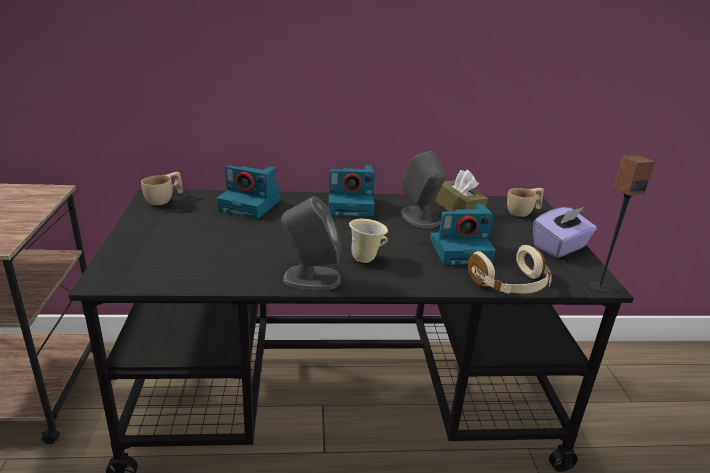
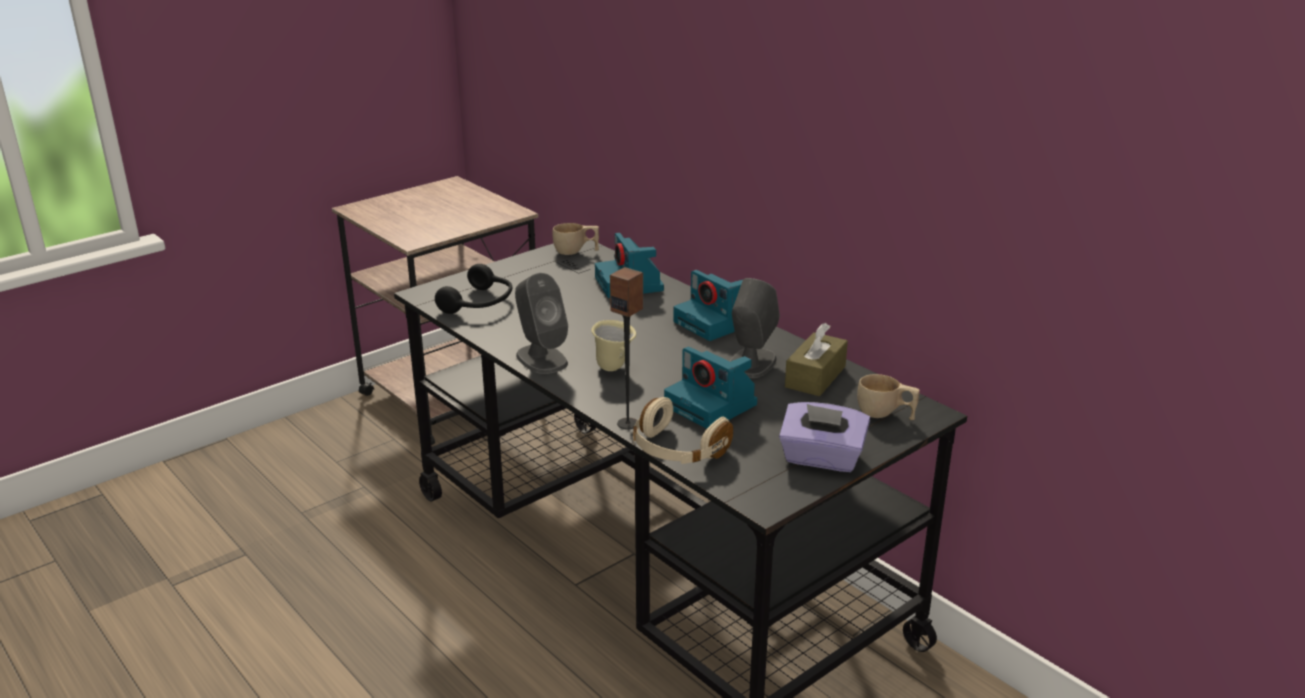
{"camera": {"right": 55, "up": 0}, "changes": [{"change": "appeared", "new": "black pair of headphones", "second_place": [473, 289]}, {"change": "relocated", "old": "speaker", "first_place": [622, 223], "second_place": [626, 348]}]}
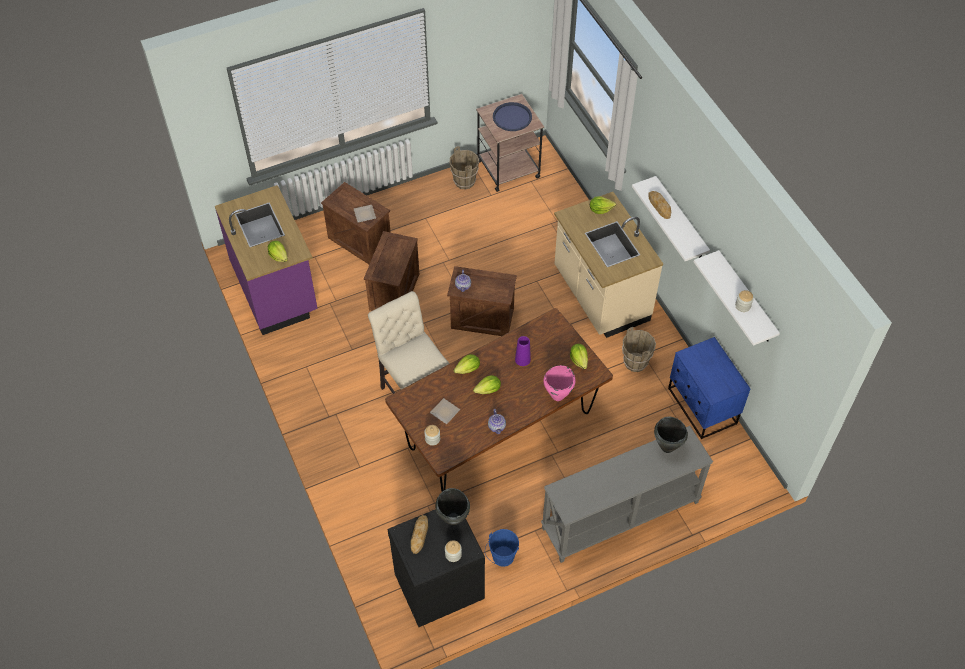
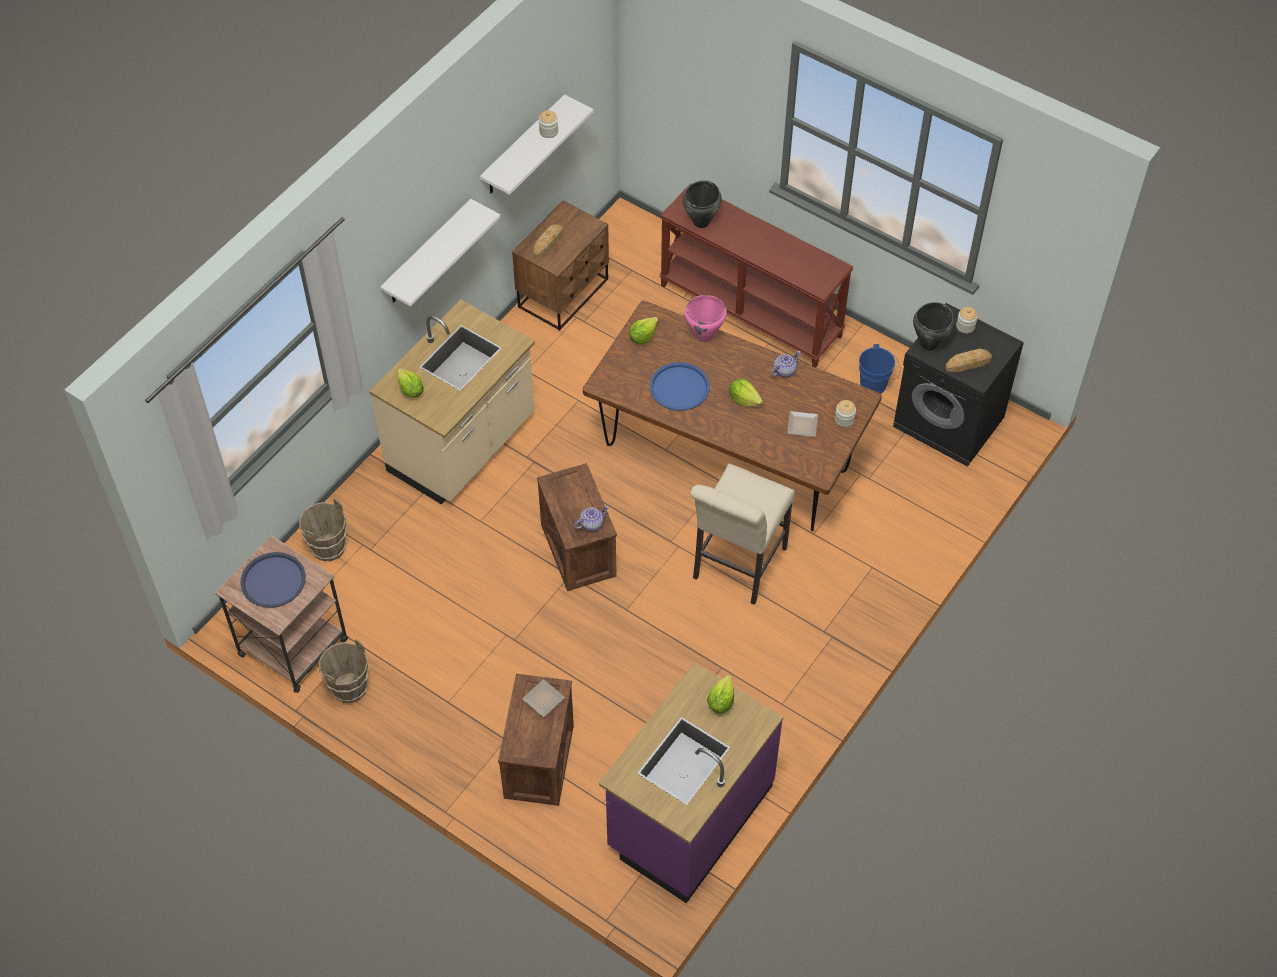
{"camera": {"right": -120, "up": 0}, "changes": [{"change": "missing", "old": "crate", "first_place": [391, 271]}, {"change": "missing", "old": "lettuce", "first_place": [466, 364]}, {"change": "relocated", "old": "brown water bucket", "first_place": [639, 349], "second_place": [323, 530]}, {"change": "relocated", "old": "baked bread", "first_place": [659, 205], "second_place": [548, 241]}, {"change": "exchanged", "old": "purple-coloured decorative vase", "new": "bluish serving tray", "first_place": [523, 351], "second_place": [680, 386]}, {"change": "colour", "old": "grey narrow table", "new": "brown narrow table", "first_place": [627, 494], "second_place": [756, 275]}, {"change": "colour", "old": "bluish nightstand", "new": "brown nightstand", "first_place": [709, 388], "second_place": [560, 265]}]}
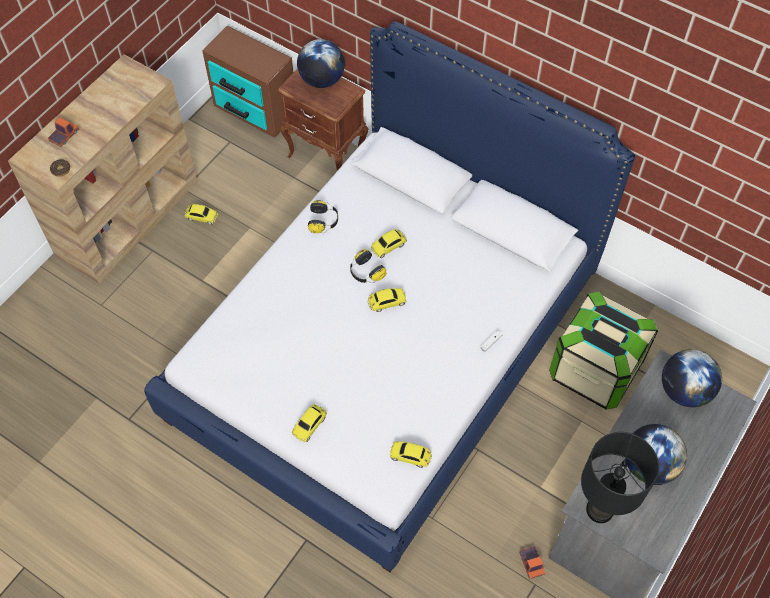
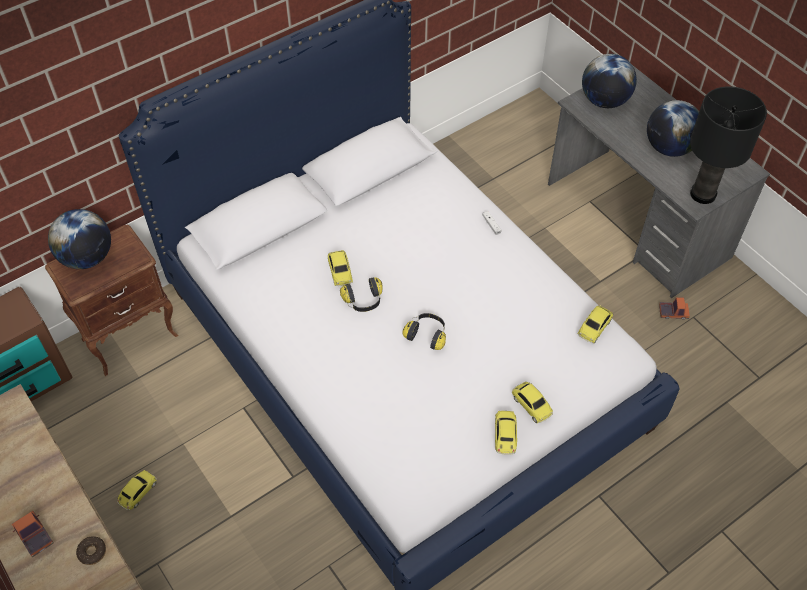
{"camera": {"right": -70, "up": -5}, "changes": [{"change": "missing", "old": "storage bin", "first_place": [603, 351]}, {"change": "relocated", "old": "pair of headphones", "first_place": [323, 216], "second_place": [424, 331]}, {"change": "relocated", "old": "model car", "first_place": [387, 300], "second_place": [506, 433]}]}
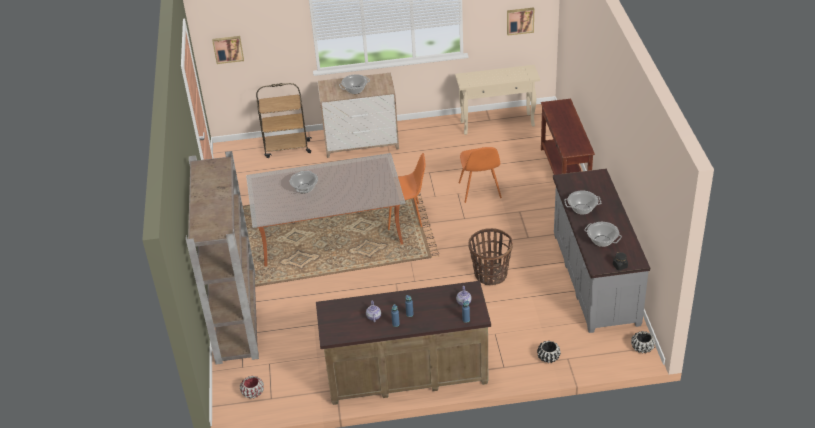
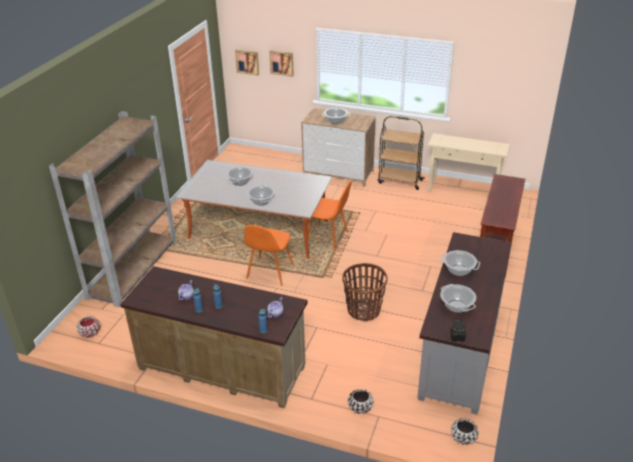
{"camera": {"right": 25, "up": -5}, "changes": [{"change": "appeared", "new": "saucepot", "second_place": [261, 195]}, {"change": "relocated", "old": "brown wheeled cart", "first_place": [283, 120], "second_place": [401, 153]}, {"change": "relocated", "old": "orange-coloured chair", "first_place": [480, 175], "second_place": [269, 255]}, {"change": "relocated", "old": "wall picture", "first_place": [520, 21], "second_place": [281, 63]}]}
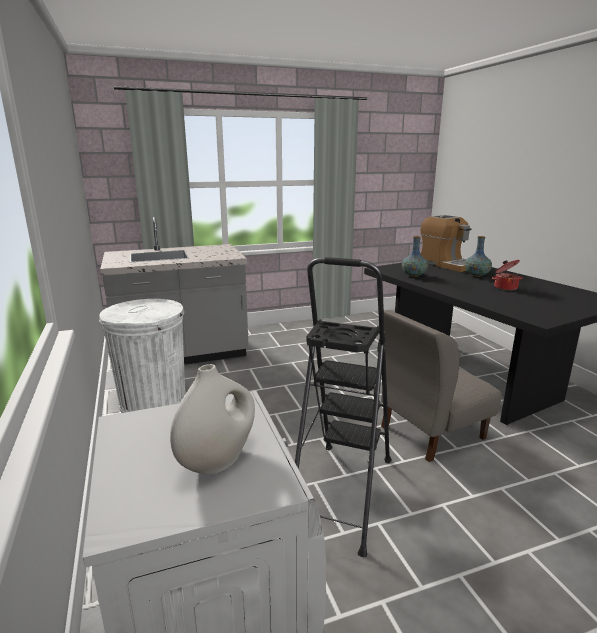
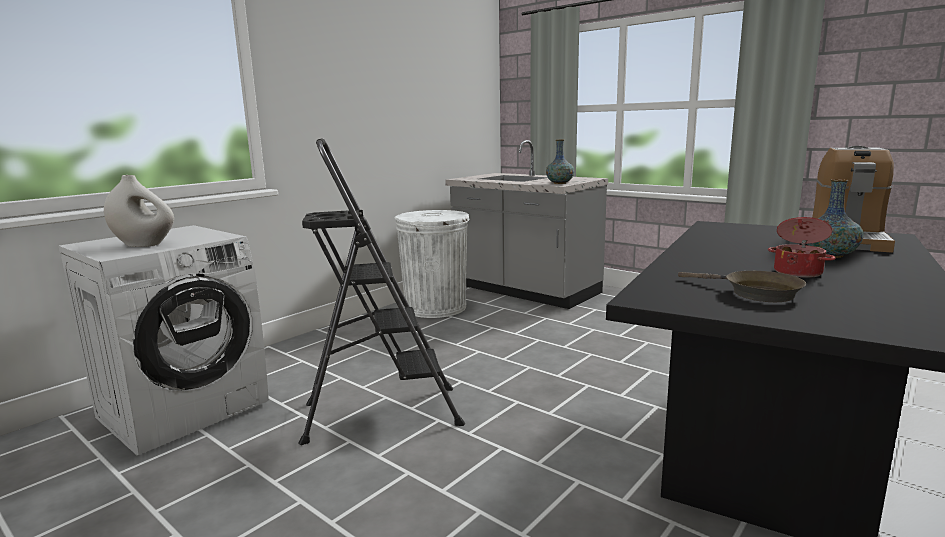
{"camera": {"right": 60, "up": -5}, "changes": [{"change": "missing", "old": "grey chair", "first_place": [441, 386]}, {"change": "appeared", "new": "brown skillet", "second_place": [742, 286]}, {"change": "relocated", "old": "decorative vase", "first_place": [415, 256], "second_place": [560, 162]}]}
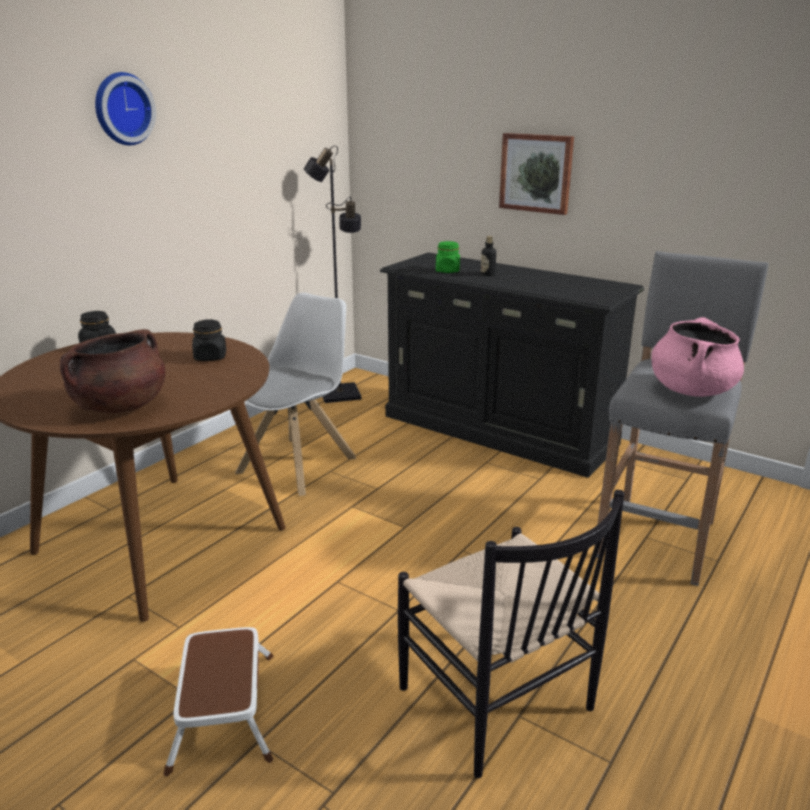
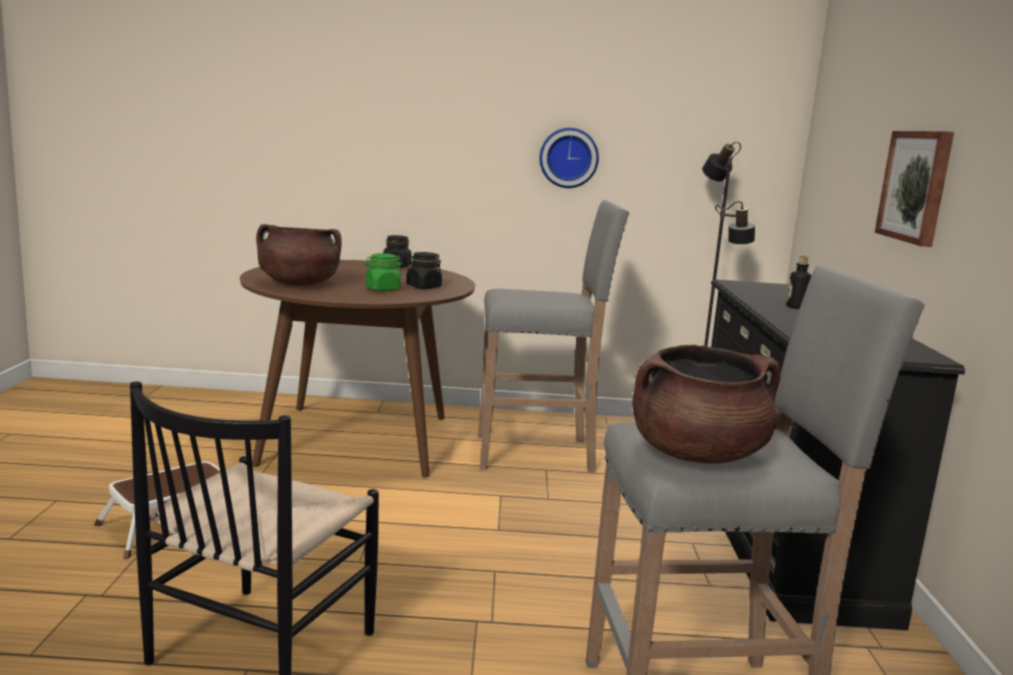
{"camera": {"right": 55, "up": -10}, "changes": [{"change": "relocated", "old": "wall clock", "first_place": [125, 108], "second_place": [569, 158]}, {"change": "relocated", "old": "greenish preserve jar", "first_place": [448, 257], "second_place": [383, 272]}, {"change": "exchanged", "old": "chair", "new": "grey stool seat", "first_place": [295, 394], "second_place": [553, 336]}, {"change": "colour", "old": "pink-coloured saucepot", "new": "brown saucepot", "first_place": [697, 357], "second_place": [706, 404]}]}
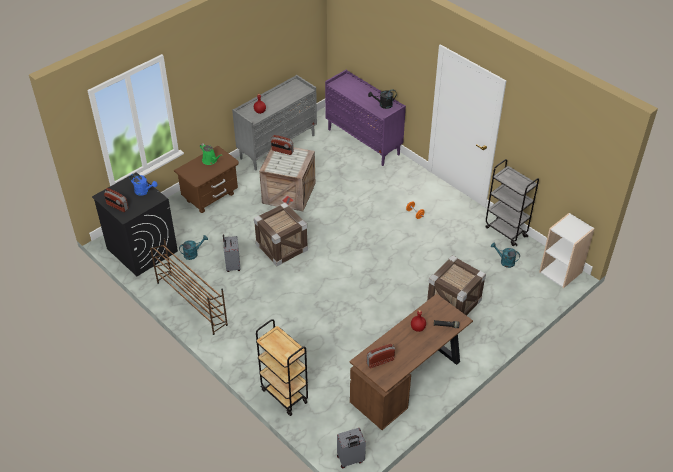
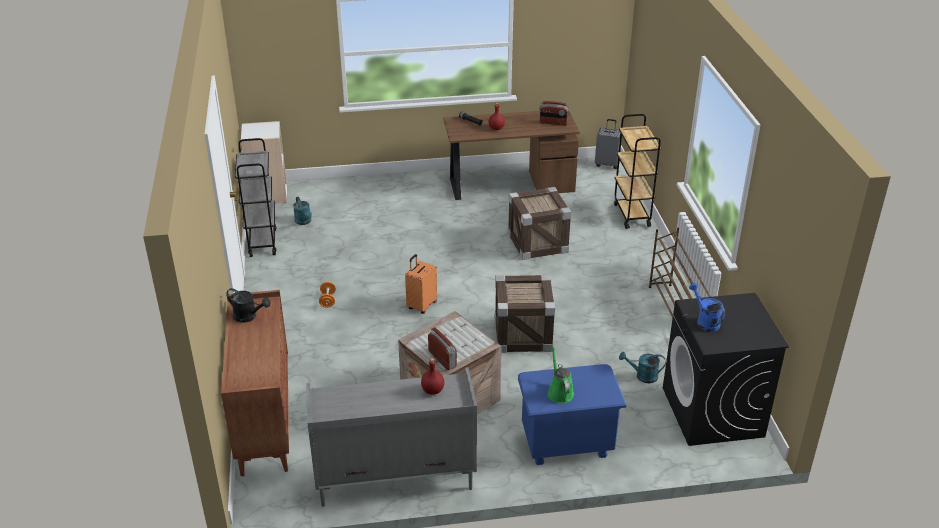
{"camera": {"right": -145, "up": -10}, "changes": [{"change": "missing", "old": "radio", "first_place": [116, 200]}, {"change": "missing", "old": "grey piece of luggage", "first_place": [231, 253]}, {"change": "appeared", "new": "orange-coloured piece of luggage", "second_place": [421, 284]}, {"change": "relocated", "old": "crate", "first_place": [456, 285], "second_place": [540, 223]}, {"change": "colour", "old": "brown nightstand", "new": "bluish nightstand", "first_place": [206, 179], "second_place": [572, 414]}, {"change": "colour", "old": "purple-coloured cabinet", "new": "brown cabinet", "first_place": [365, 118], "second_place": [255, 383]}]}
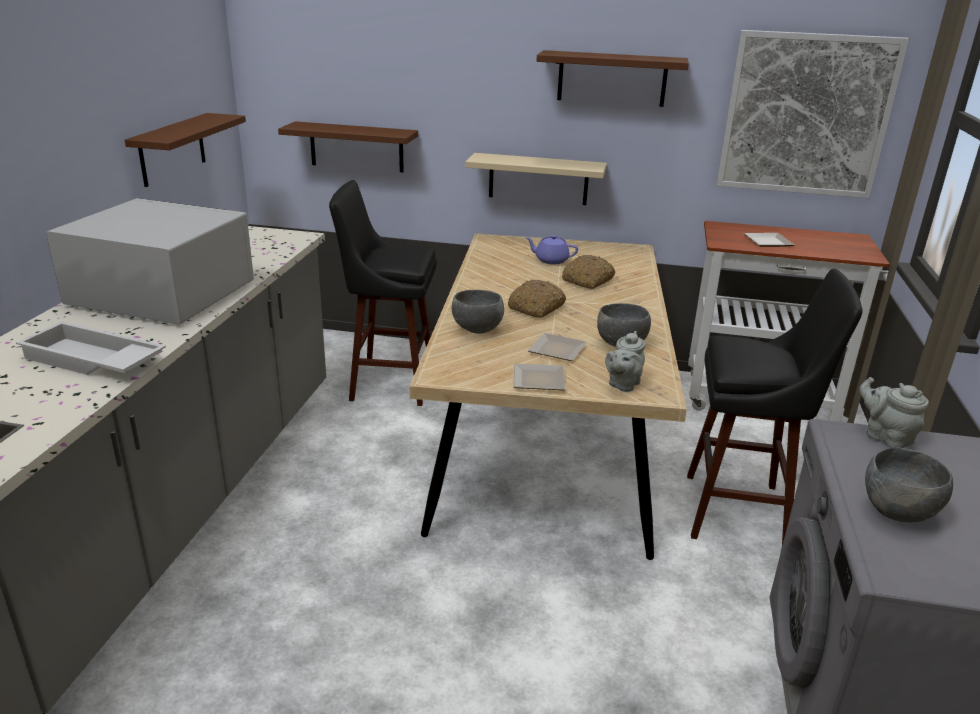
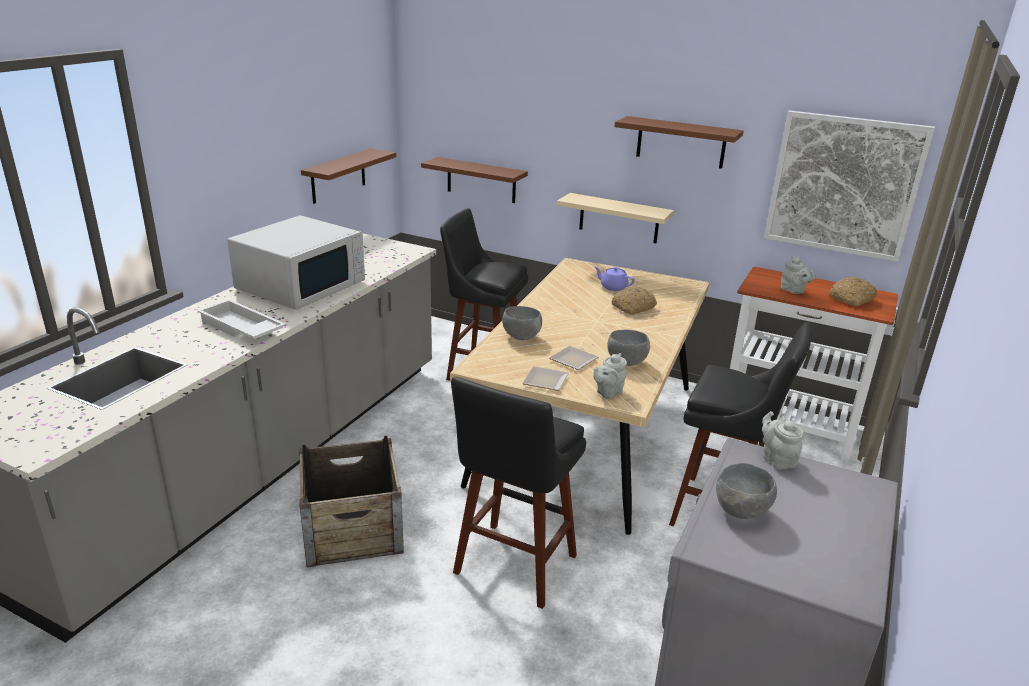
{"camera": {"right": 15, "up": 0}, "changes": [{"change": "appeared", "new": "crate", "second_place": [351, 501]}, {"change": "appeared", "new": "black stool seat", "second_place": [518, 493]}, {"change": "relocated", "old": "baked bread", "first_place": [537, 299], "second_place": [853, 291]}, {"change": "exchanged", "old": "dinner plate", "new": "grey tea pot", "first_place": [769, 240], "second_place": [798, 275]}, {"change": "spun", "old": "white microwave oven", "first_place": [150, 261], "second_place": [296, 262], "degrees": 90}]}
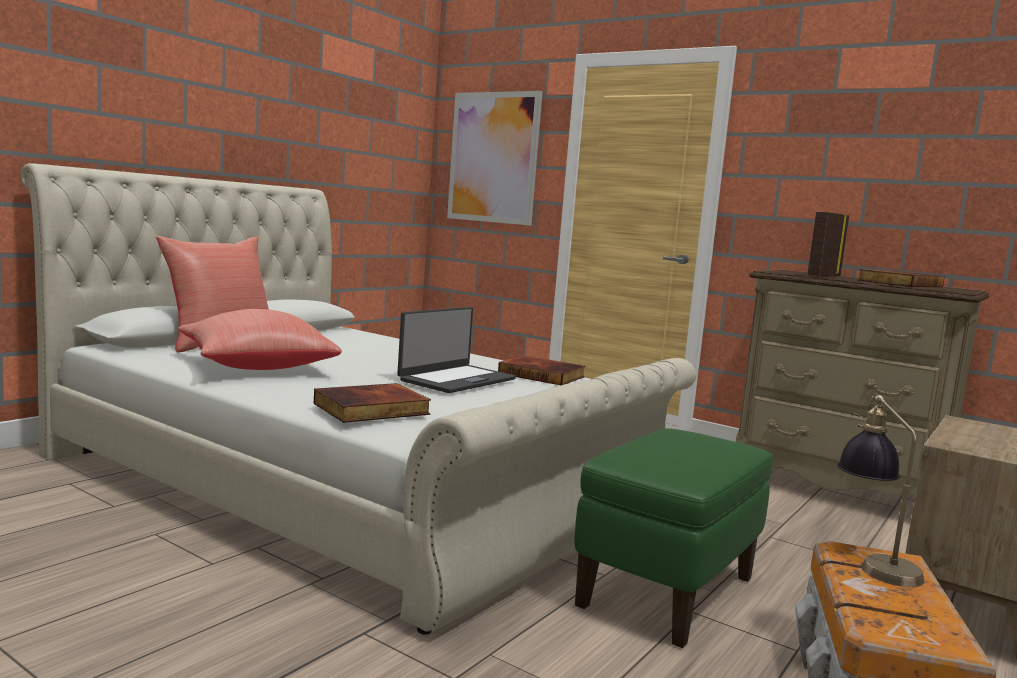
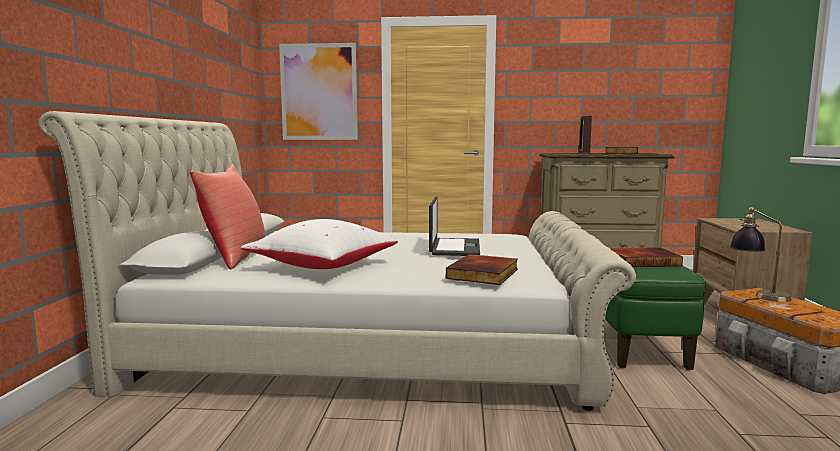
{"camera": {"right": -30, "up": 0}, "changes": [{"change": "relocated", "old": "volume", "first_place": [541, 370], "second_place": [646, 257]}, {"change": "colour", "old": "red pillow", "new": "white pillow", "first_place": [260, 339], "second_place": [319, 244]}]}
